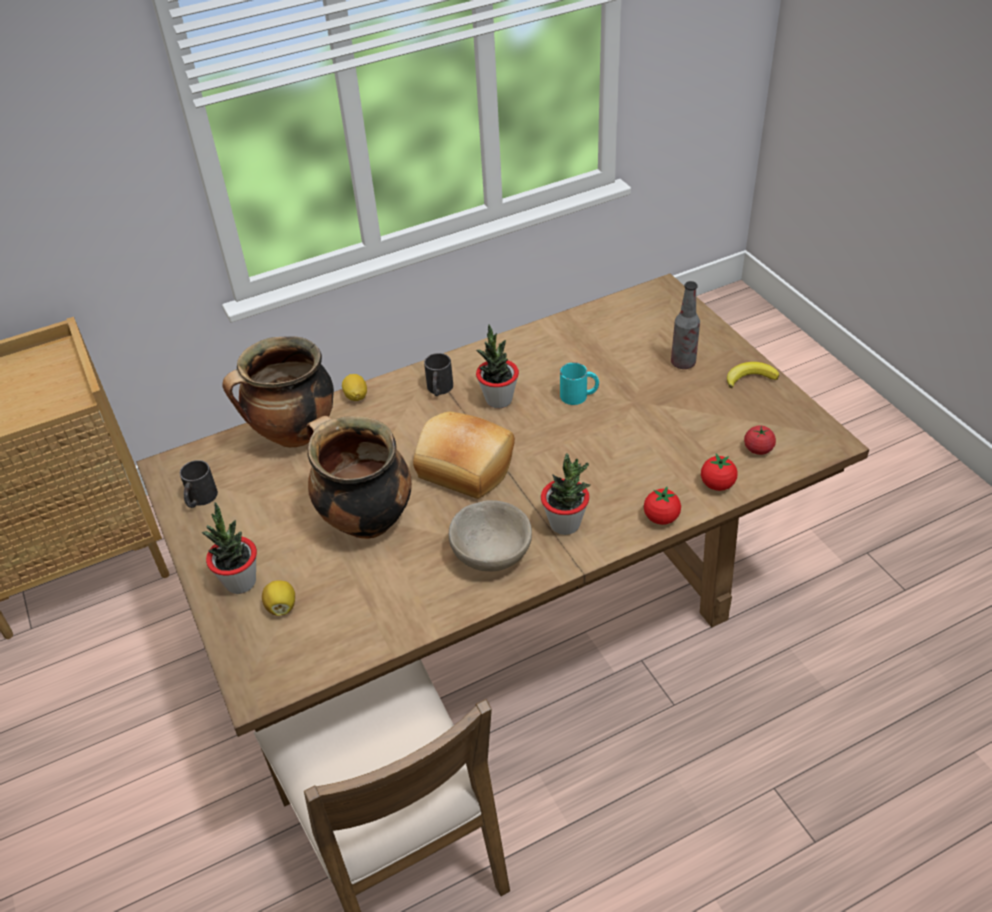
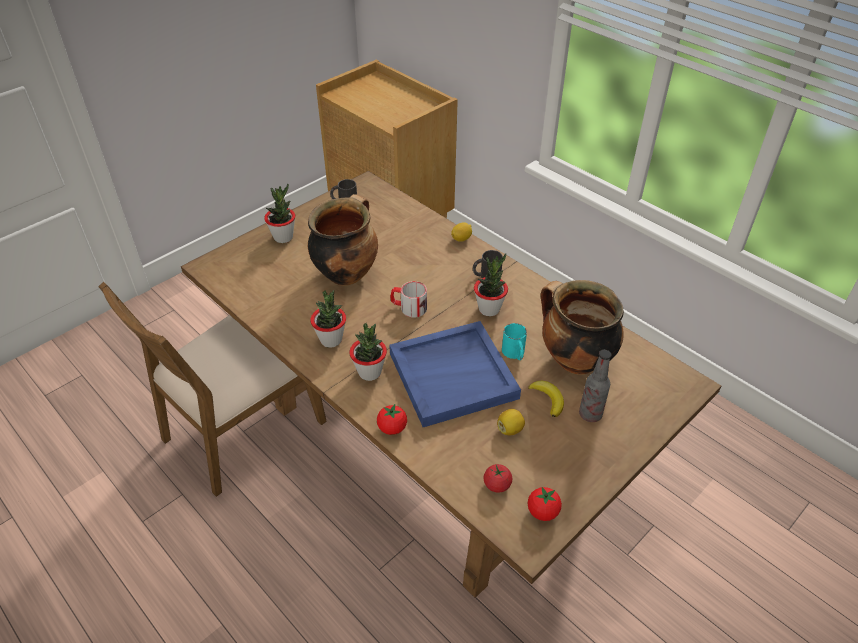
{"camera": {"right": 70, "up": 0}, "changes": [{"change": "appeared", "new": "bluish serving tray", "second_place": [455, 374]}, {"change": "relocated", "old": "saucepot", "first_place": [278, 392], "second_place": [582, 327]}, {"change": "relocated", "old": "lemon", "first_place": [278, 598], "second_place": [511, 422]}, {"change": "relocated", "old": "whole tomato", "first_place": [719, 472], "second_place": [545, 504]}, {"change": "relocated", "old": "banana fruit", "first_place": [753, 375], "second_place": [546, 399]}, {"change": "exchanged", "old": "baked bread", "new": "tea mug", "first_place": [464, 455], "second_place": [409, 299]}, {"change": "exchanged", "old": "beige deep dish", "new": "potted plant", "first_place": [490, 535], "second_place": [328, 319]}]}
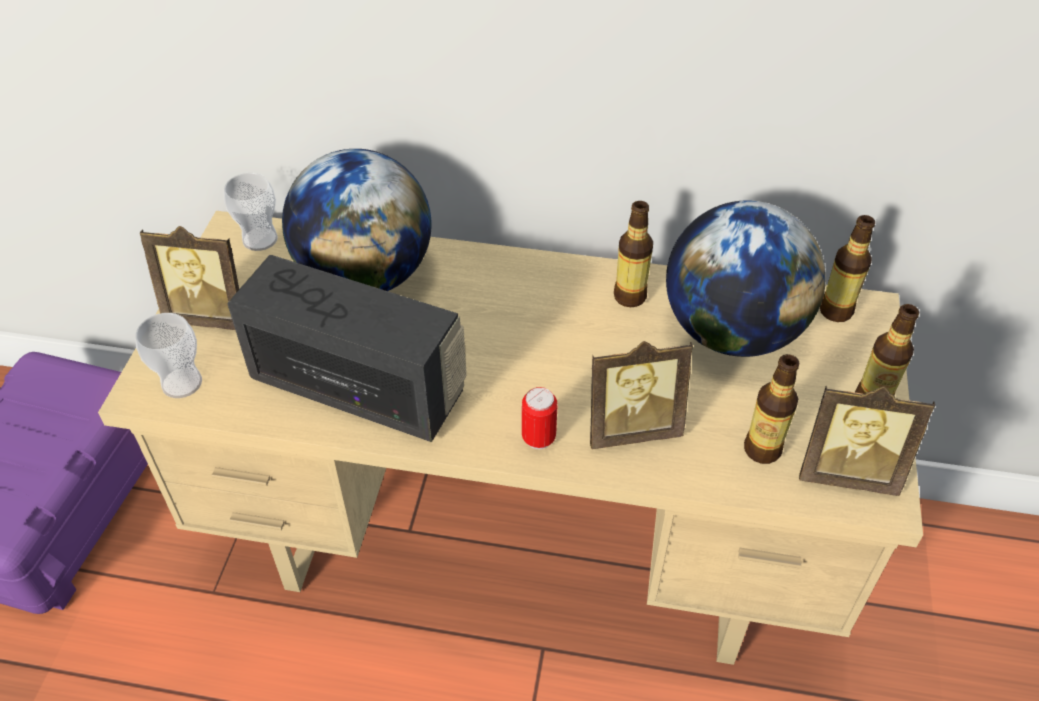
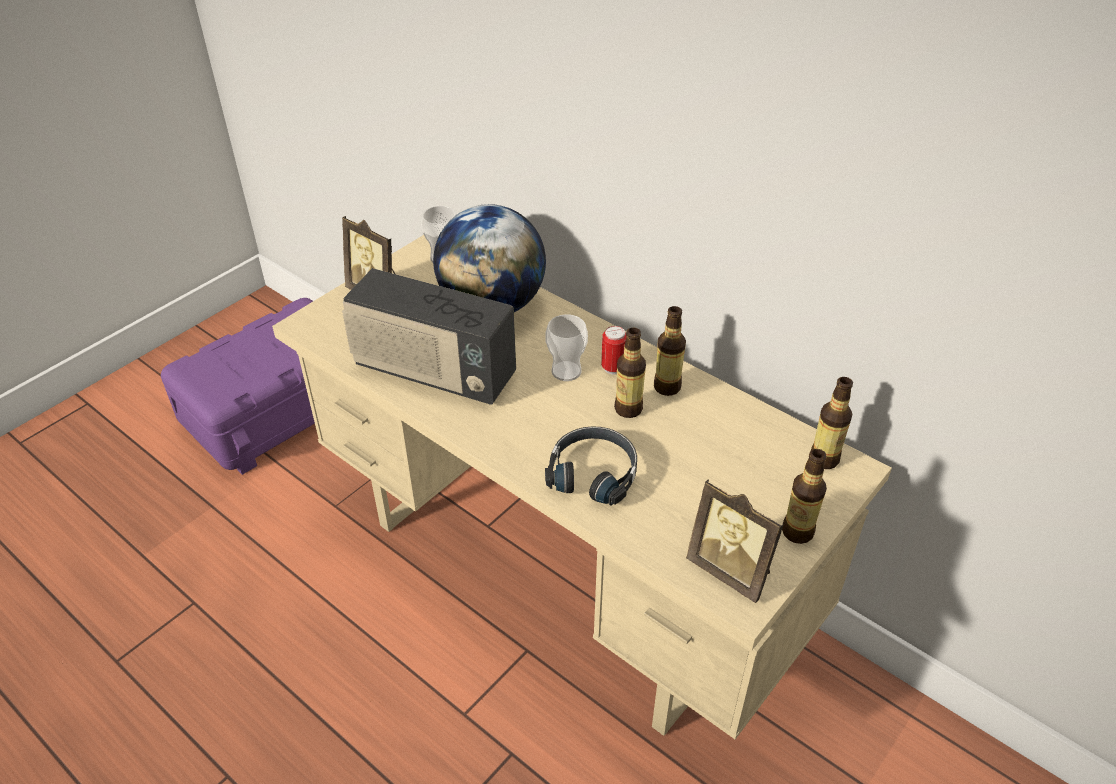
{"camera": {"right": 30, "up": -5}, "changes": [{"change": "missing", "old": "desk globe", "first_place": [746, 278]}, {"change": "relocated", "old": "small cup", "first_place": [168, 355], "second_place": [566, 347]}, {"change": "relocated", "old": "sealed can", "first_place": [539, 418], "second_place": [614, 350]}, {"change": "relocated", "old": "drink bottle", "first_place": [771, 409], "second_place": [630, 373]}, {"change": "exchanged", "old": "picture frame", "new": "black pair of headphones", "first_place": [641, 395], "second_place": [591, 466]}, {"change": "spun", "old": "radio", "first_place": [347, 348], "second_place": [429, 336], "degrees": 150}]}
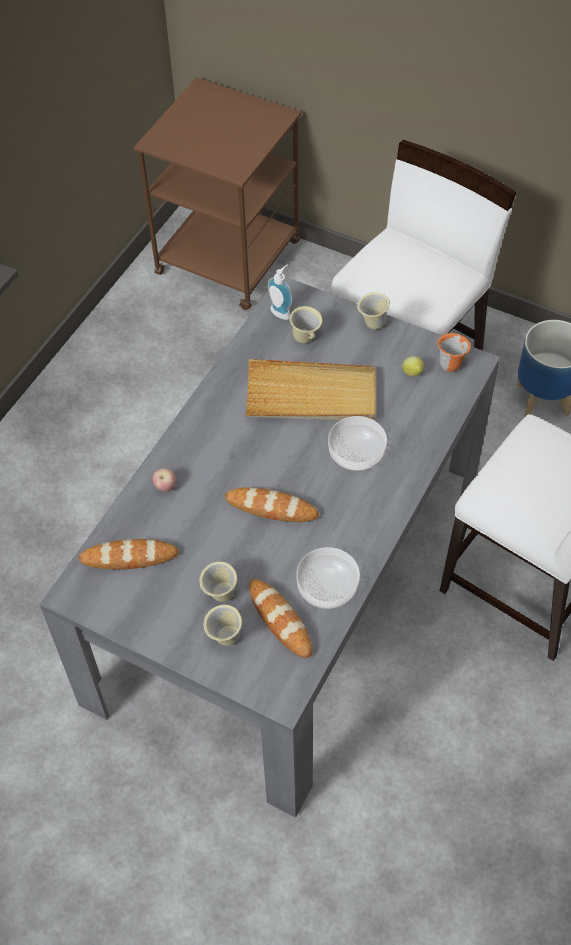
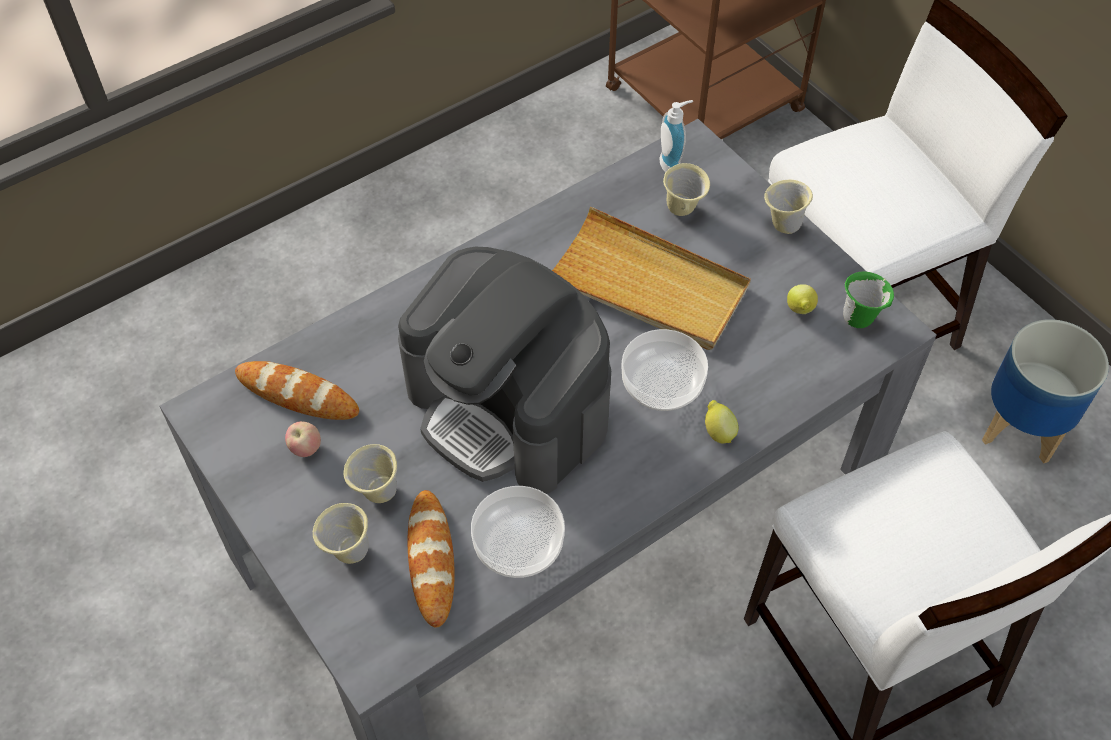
{"camera": {"right": 25, "up": 0}, "changes": [{"change": "appeared", "new": "lemon", "second_place": [722, 421]}, {"change": "relocated", "old": "apple fruit", "first_place": [164, 480], "second_place": [303, 439]}, {"change": "exchanged", "old": "baked bread", "new": "coffee maker", "first_place": [272, 504], "second_place": [504, 370]}, {"change": "colour", "old": "orange-coloured tea mug", "new": "greenish tea mug", "first_place": [454, 352], "second_place": [868, 300]}]}
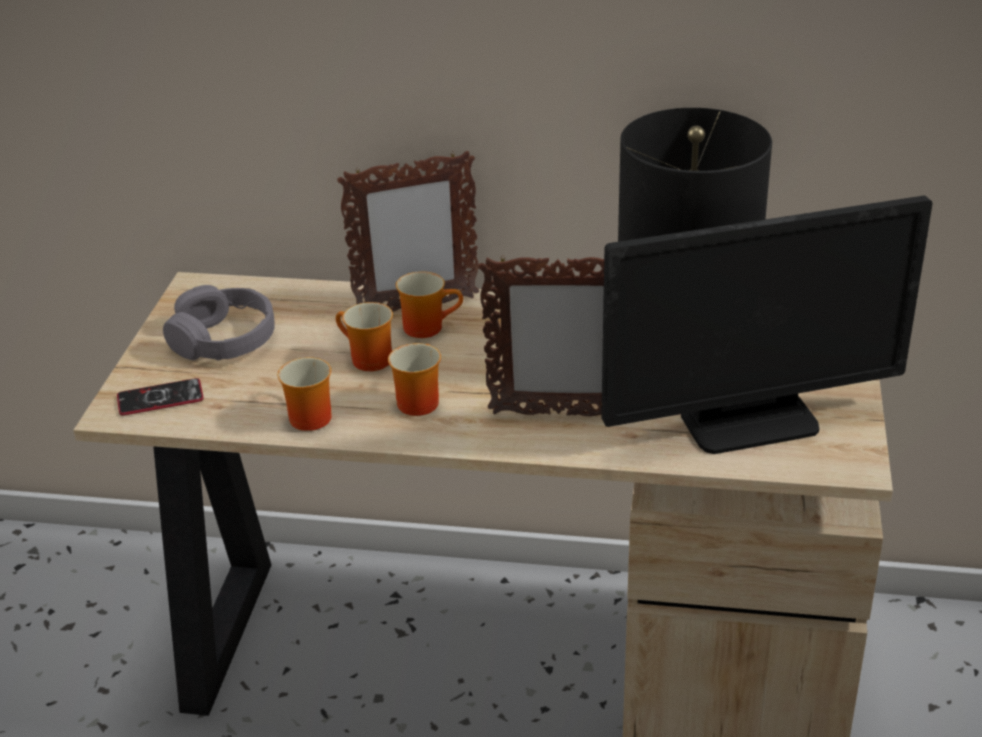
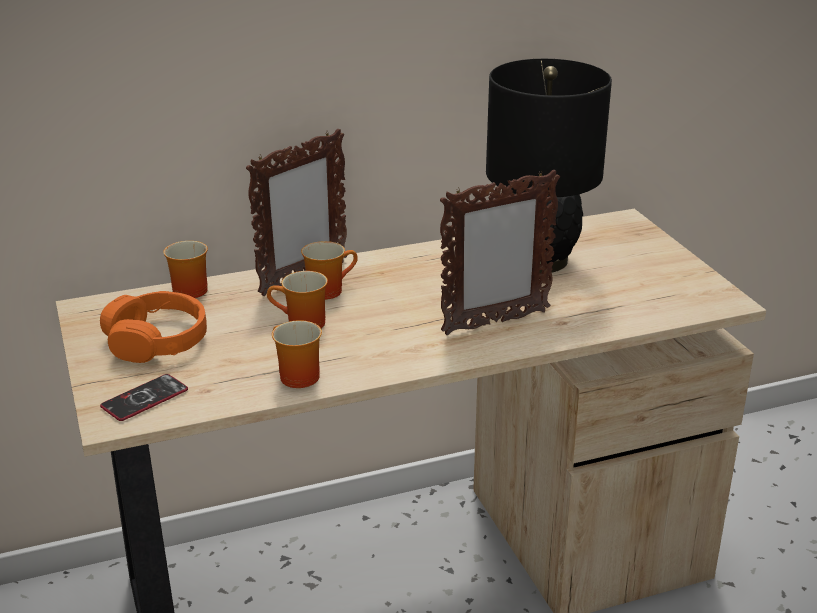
{"camera": {"right": -30, "up": -5}, "changes": [{"change": "missing", "old": "computer screen", "first_place": [767, 325]}, {"change": "relocated", "old": "tea mug", "first_place": [414, 379], "second_place": [185, 269]}, {"change": "colour", "old": "grey pair of headphones", "new": "orange-coloured pair of headphones", "first_place": [219, 322], "second_place": [153, 327]}]}
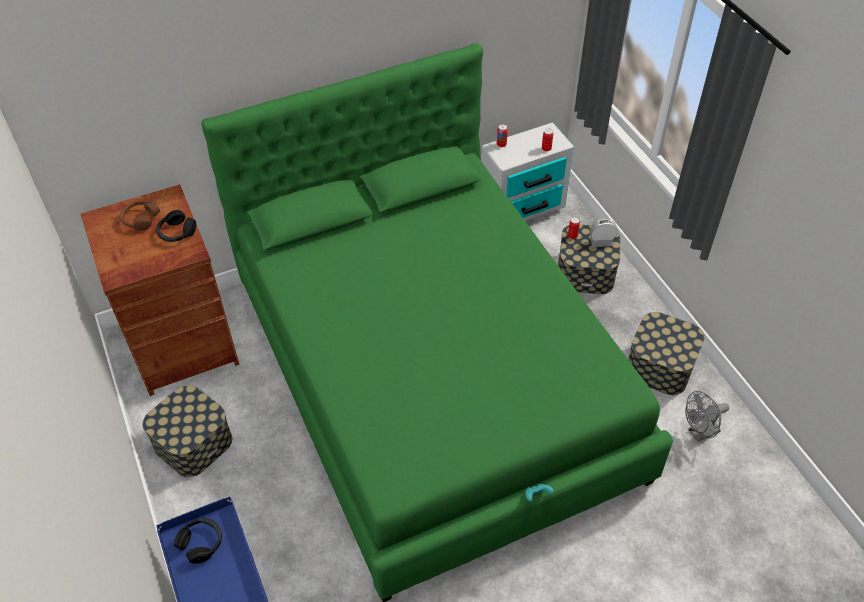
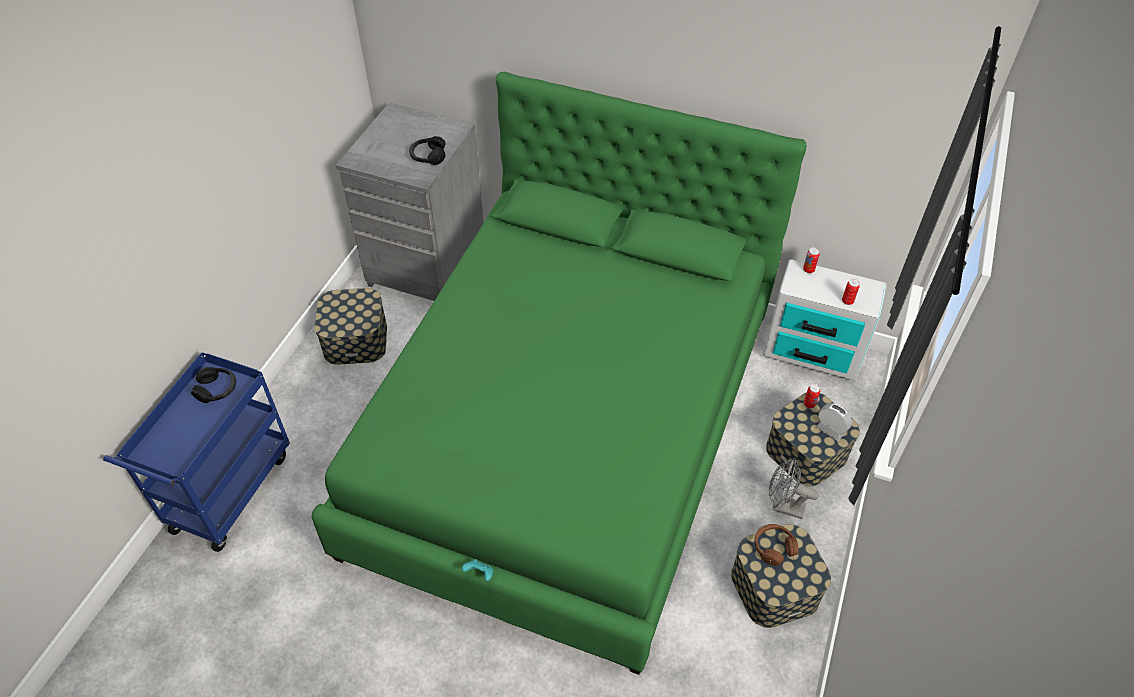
{"camera": {"right": 45, "up": 0}, "changes": [{"change": "relocated", "old": "brown pair of headphones", "first_place": [140, 216], "second_place": [776, 545]}, {"change": "relocated", "old": "grey electric fan", "first_place": [707, 416], "second_place": [794, 488]}, {"change": "colour", "old": "brown dresser", "new": "grey dresser", "first_place": [160, 290], "second_place": [410, 201]}]}
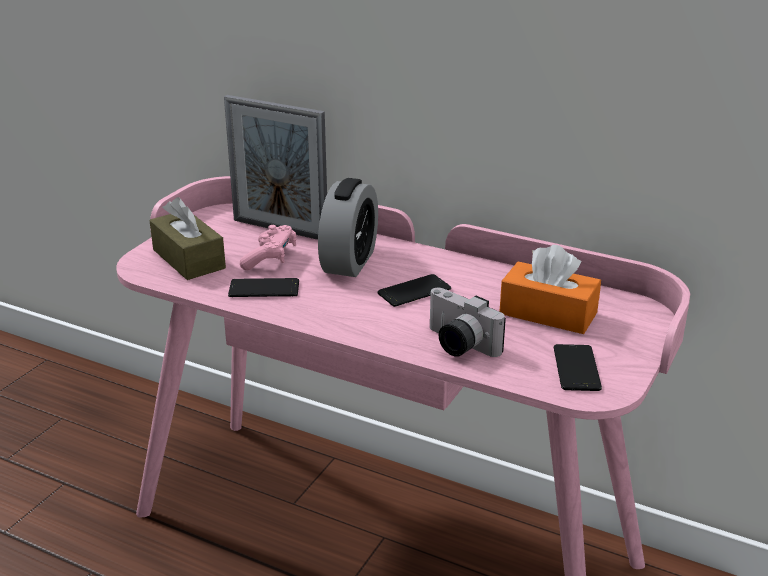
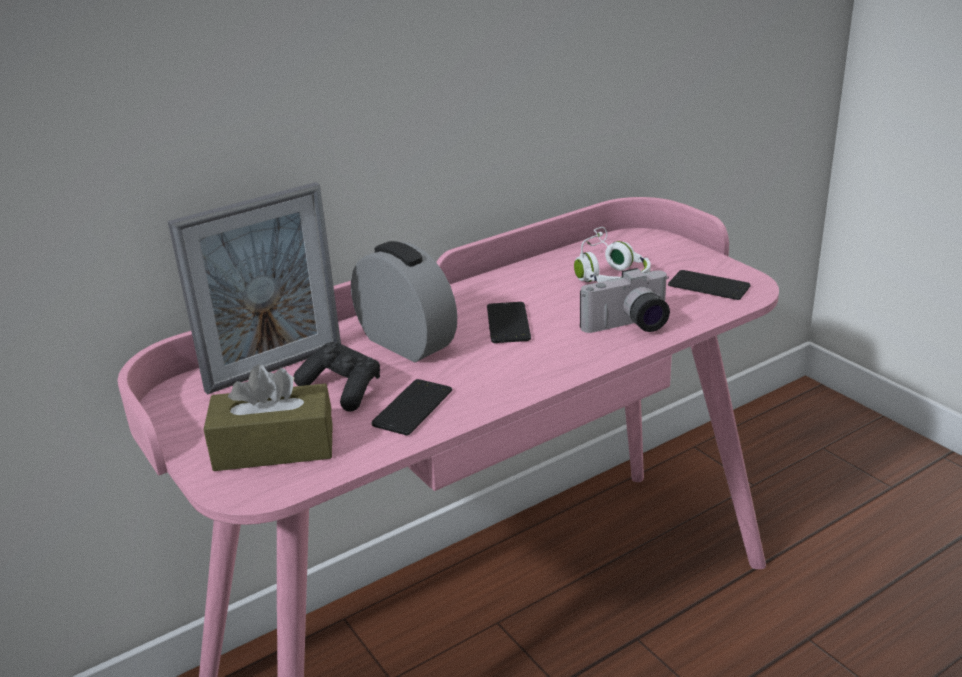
{"camera": {"right": -60, "up": 0}, "changes": [{"change": "exchanged", "old": "orange-coloured box of tissues", "new": "white pair of headphones", "first_place": [550, 289], "second_place": [612, 254]}, {"change": "colour", "old": "pink-coloured game controller", "new": "black game controller", "first_place": [268, 247], "second_place": [337, 376]}]}
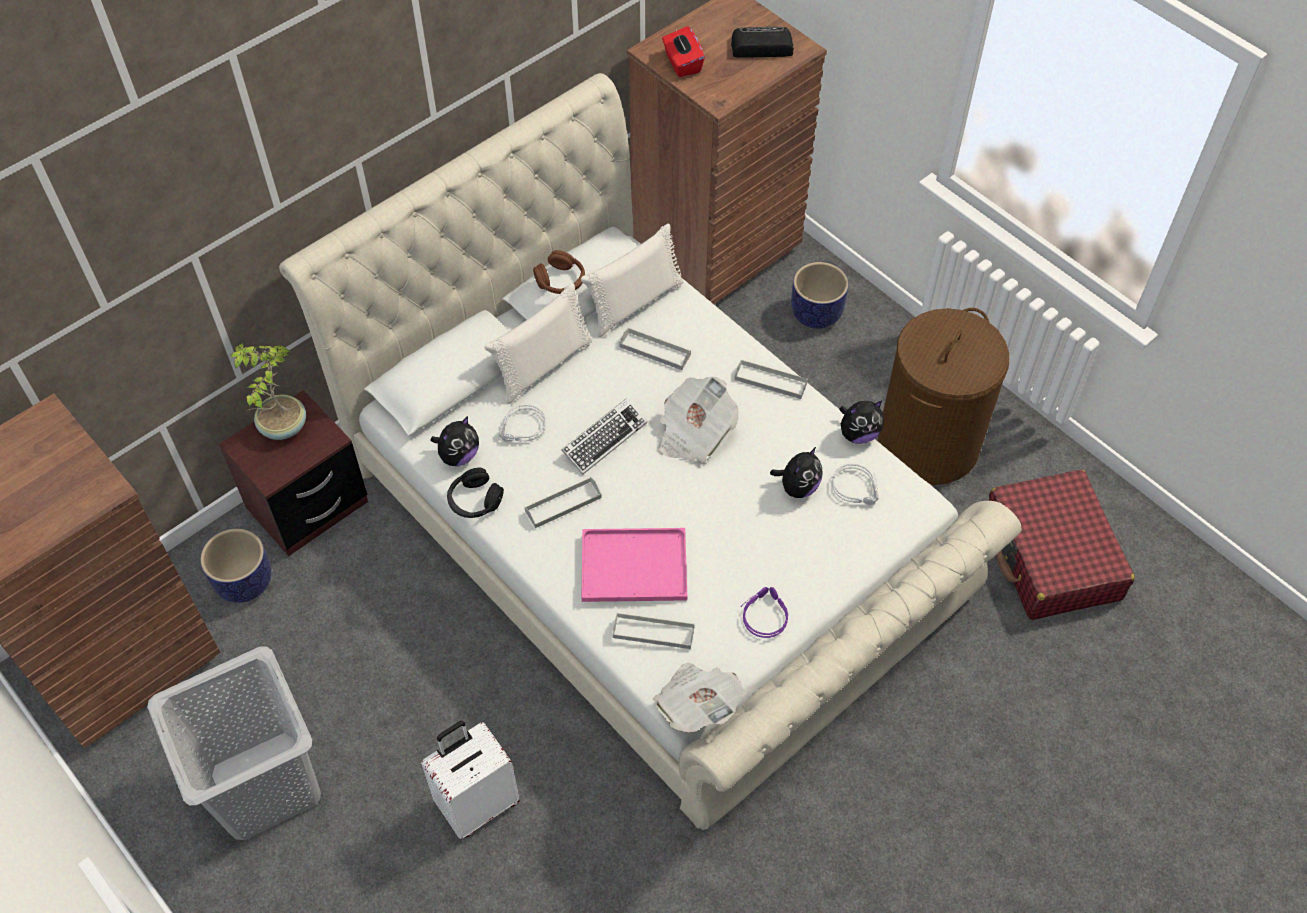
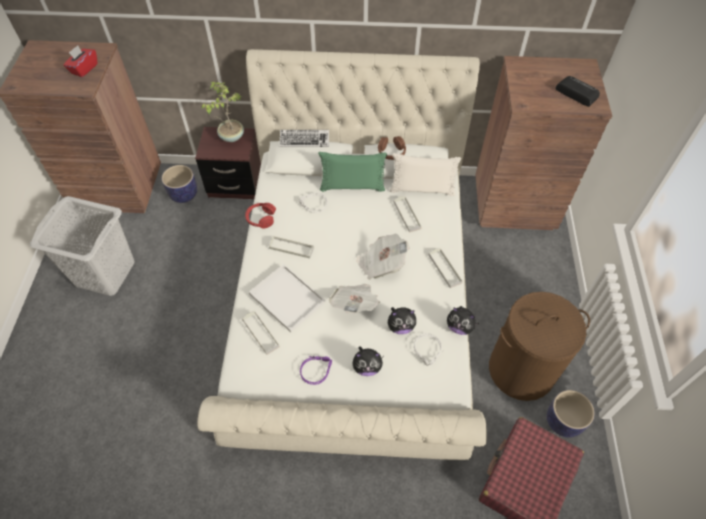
{"camera": {"right": 45, "up": 0}, "changes": [{"change": "missing", "old": "white piece of luggage", "first_place": [470, 780]}, {"change": "relocated", "old": "cuddly toy", "first_place": [454, 441], "second_place": [368, 361]}, {"change": "relocated", "old": "computer keyboard", "first_place": [604, 436], "second_place": [304, 138]}, {"change": "relocated", "old": "printed paper", "first_place": [699, 697], "second_place": [354, 298]}, {"change": "relocated", "old": "red box of tissues", "first_place": [683, 51], "second_place": [80, 61]}, {"change": "relocated", "old": "flower pot", "first_place": [819, 295], "second_place": [571, 414]}, {"change": "colour", "old": "black pair of headphones", "new": "red pair of headphones", "first_place": [475, 493], "second_place": [260, 215]}, {"change": "colour", "old": "white pillow", "new": "greenish pillow", "first_place": [538, 343], "second_place": [352, 172]}, {"change": "colour", "old": "pink-coloured serving tray", "new": "white serving tray", "first_place": [634, 565], "second_place": [287, 298]}]}
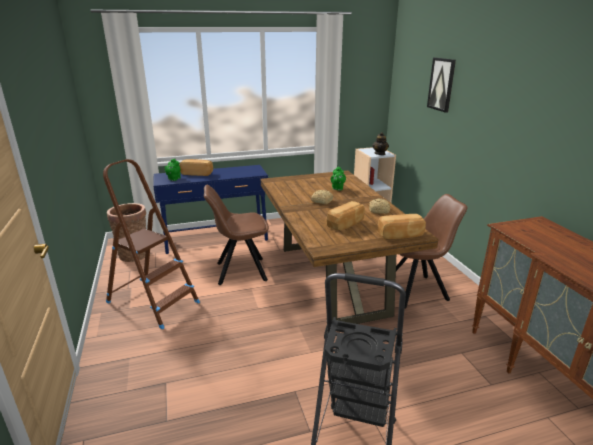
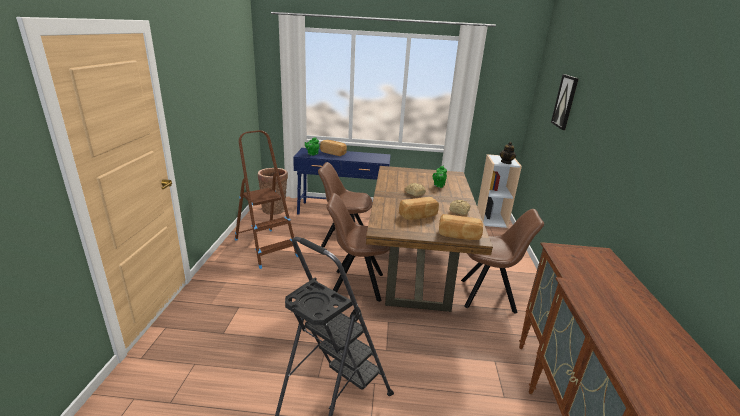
{"camera": {"right": 20, "up": 0}, "changes": [{"change": "appeared", "new": "brown chair", "second_place": [358, 247]}]}
